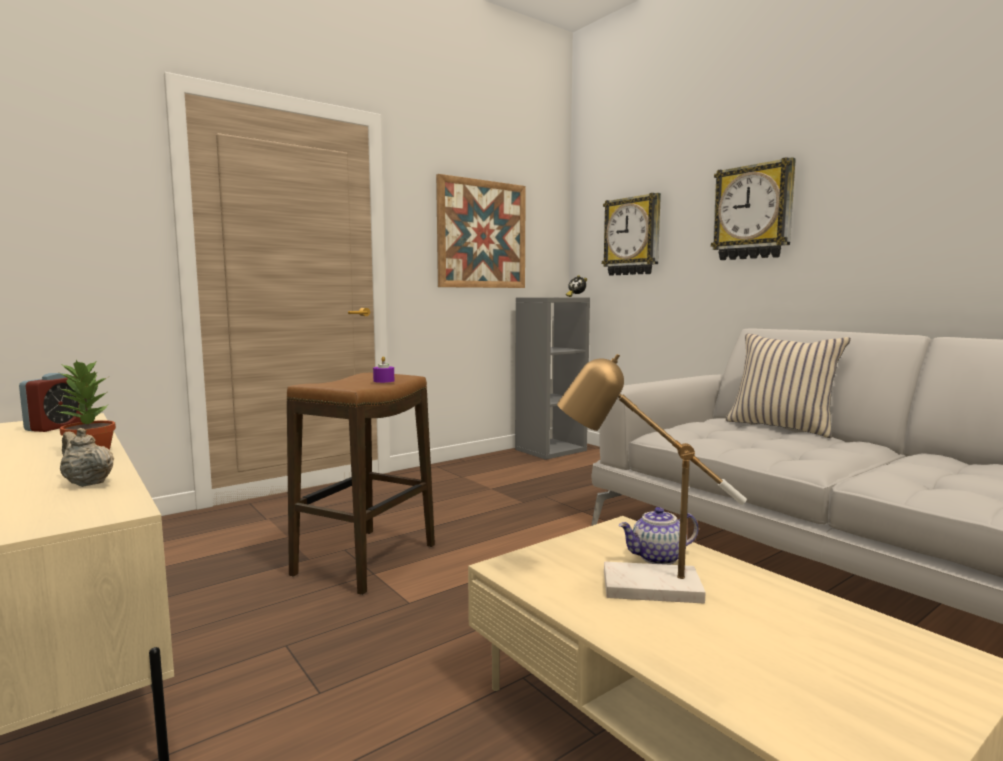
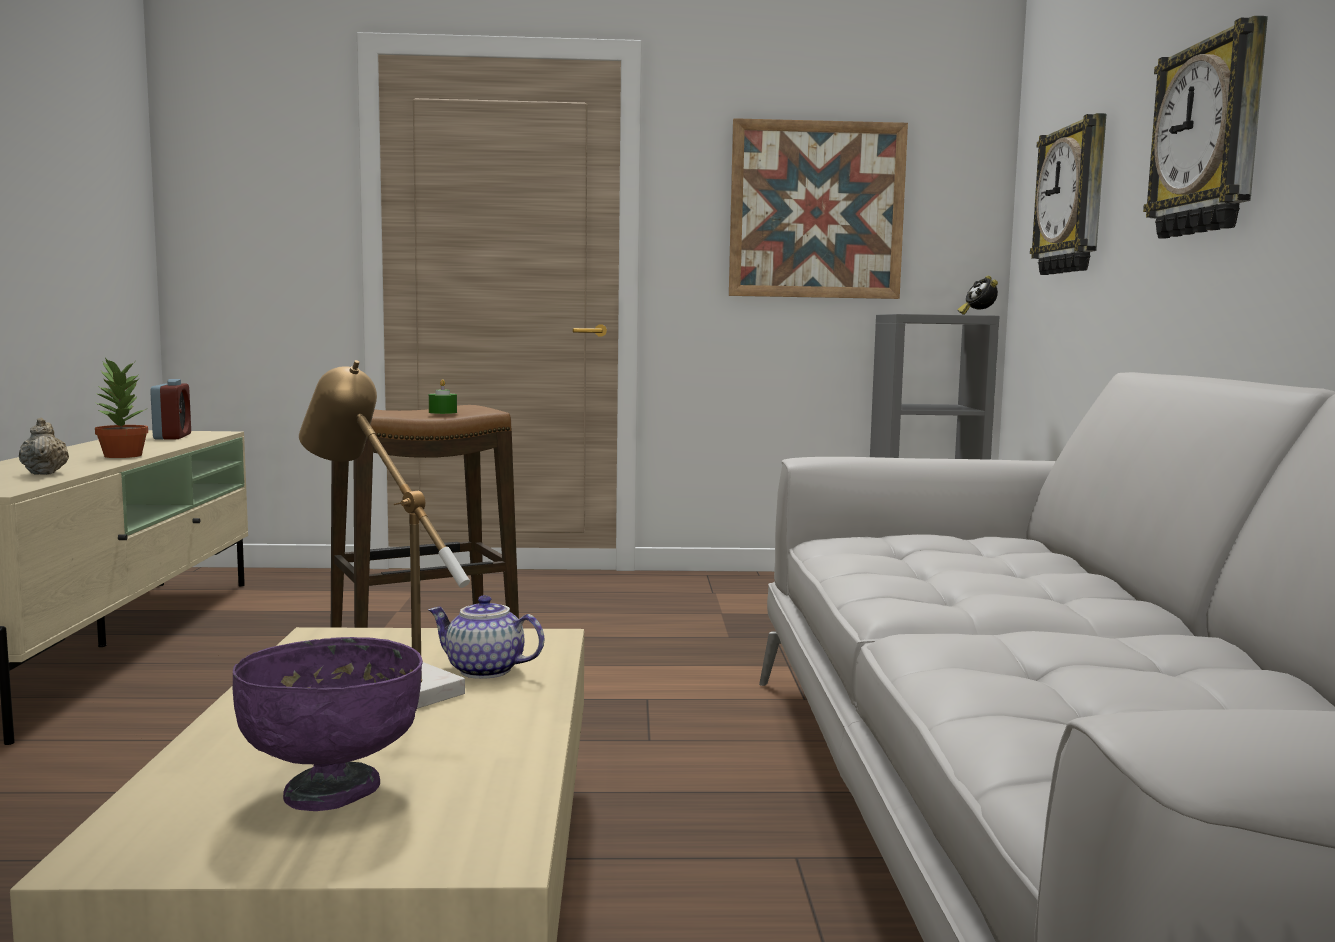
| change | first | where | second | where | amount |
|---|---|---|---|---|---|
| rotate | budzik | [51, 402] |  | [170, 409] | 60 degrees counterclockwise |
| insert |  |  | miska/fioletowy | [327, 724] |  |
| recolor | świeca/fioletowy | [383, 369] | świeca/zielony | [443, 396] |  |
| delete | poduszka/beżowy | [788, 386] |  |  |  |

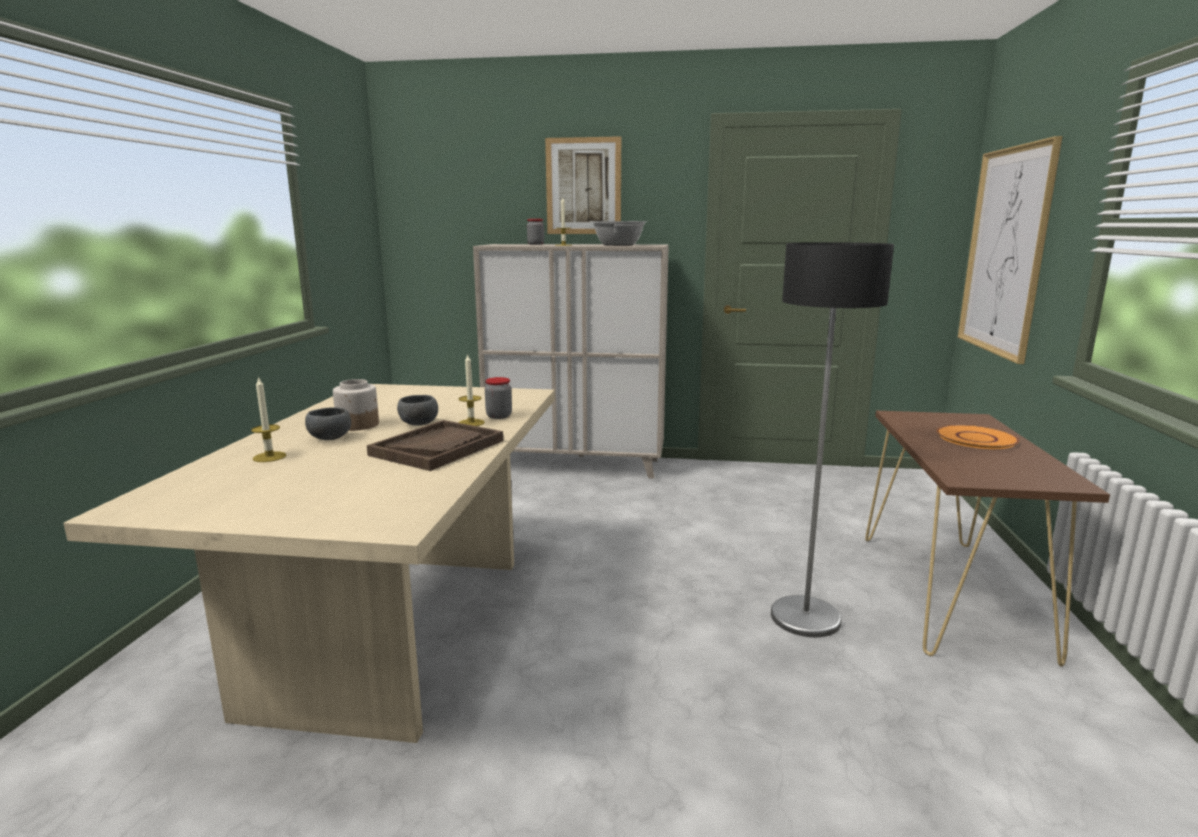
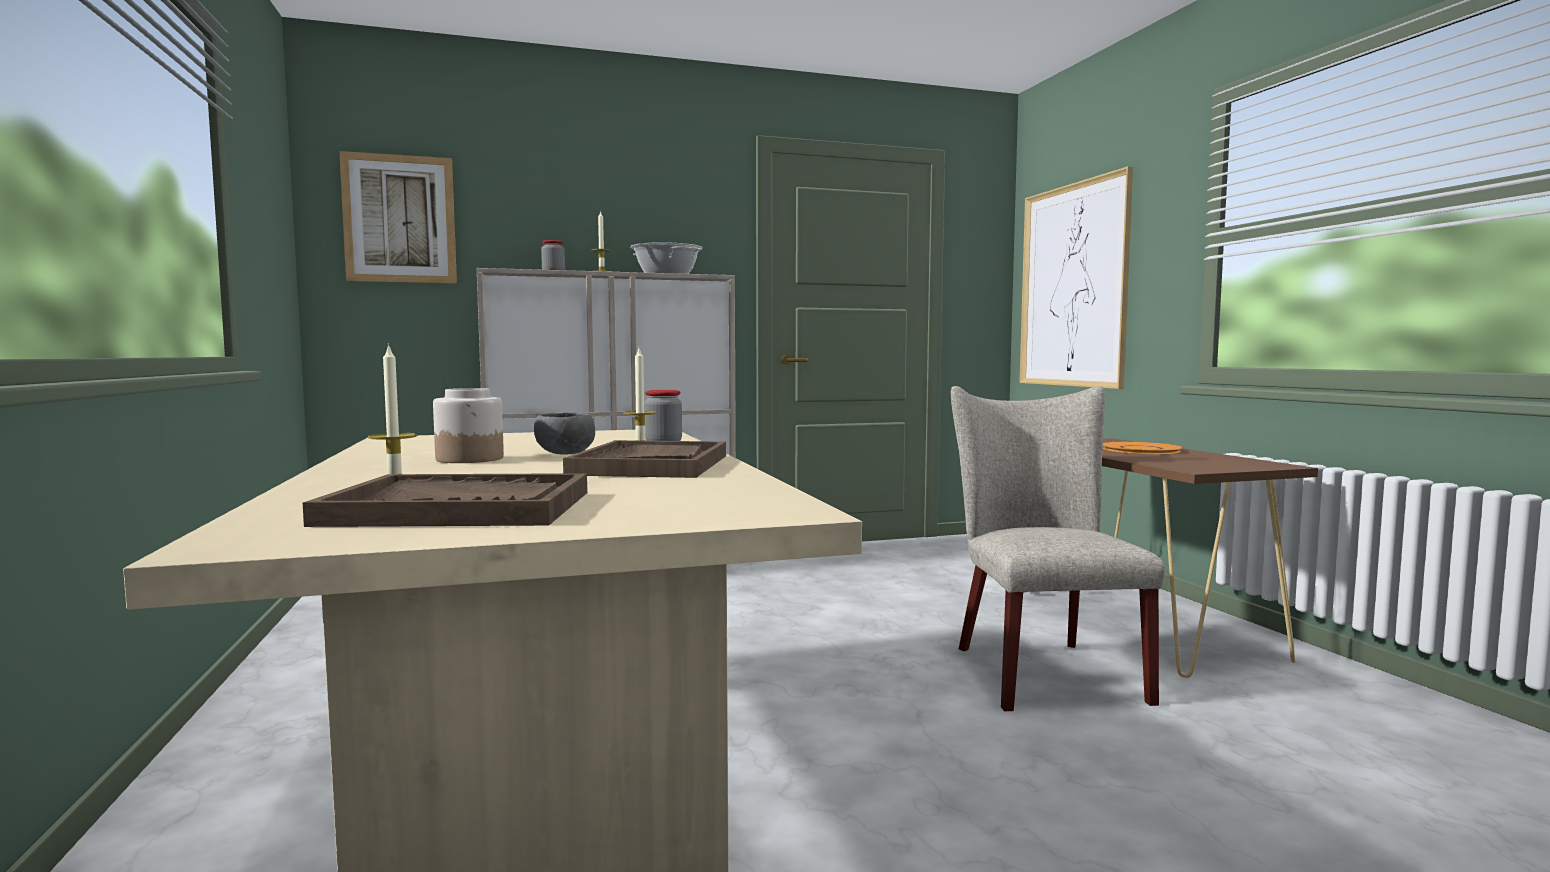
| change | first | where | second | where | amount |
|---|---|---|---|---|---|
| insert |  |  | taca/brązowy | [445, 500] |  |
| move | obraz | [583, 185] |  | [398, 217] |  |
| replace | lampa stojąca | [832, 439] | krzesło/beżowy | [1058, 548] |  |
| delete | miska/szary | [328, 423] |  |  |  |

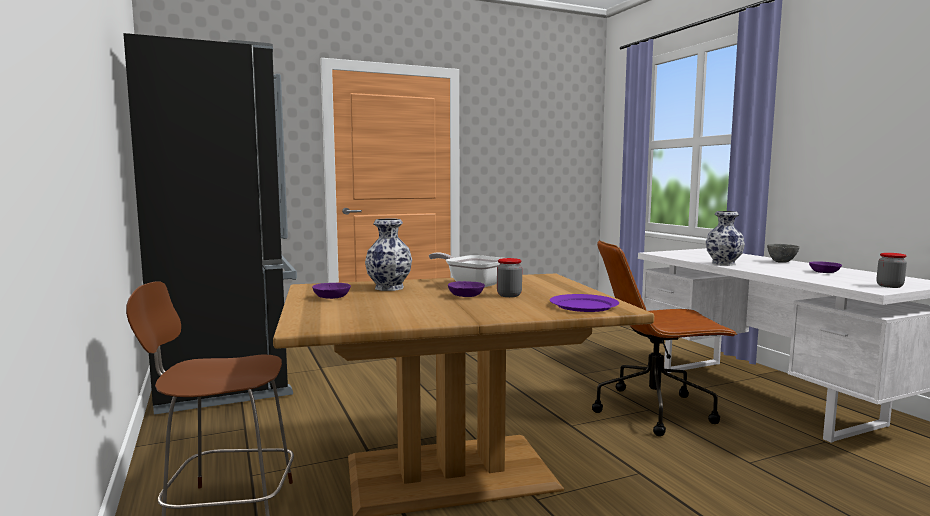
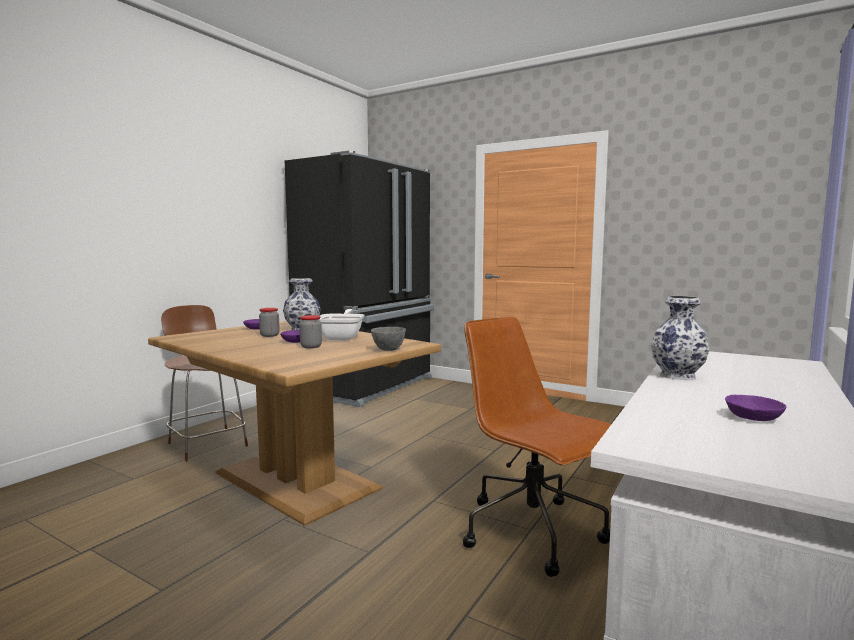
| change | first | where | second | where | amount |
|---|---|---|---|---|---|
| move | słoik | [892, 270] |  | [269, 322] |  |
| move | miska/szary | [783, 253] |  | [388, 339] |  |
| delete | talerz/fioletowy | [584, 303] |  |  |  |

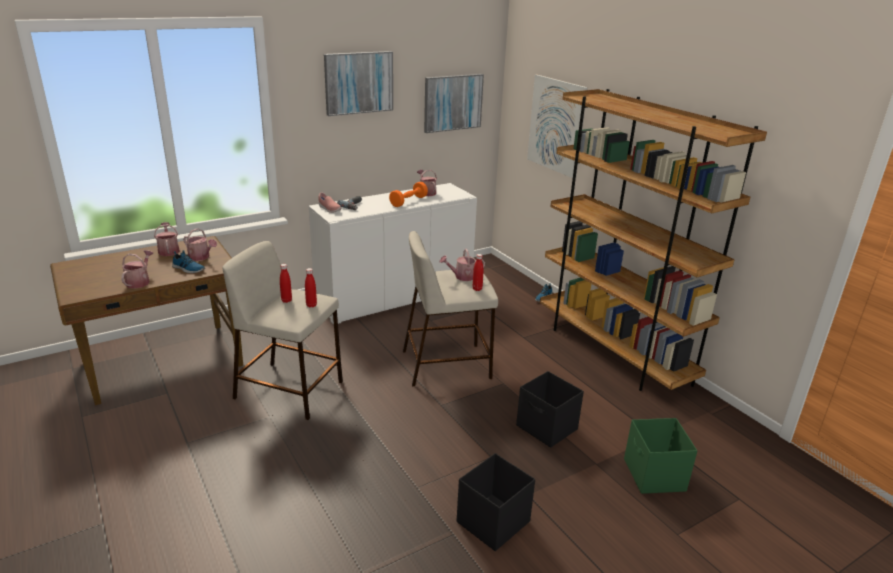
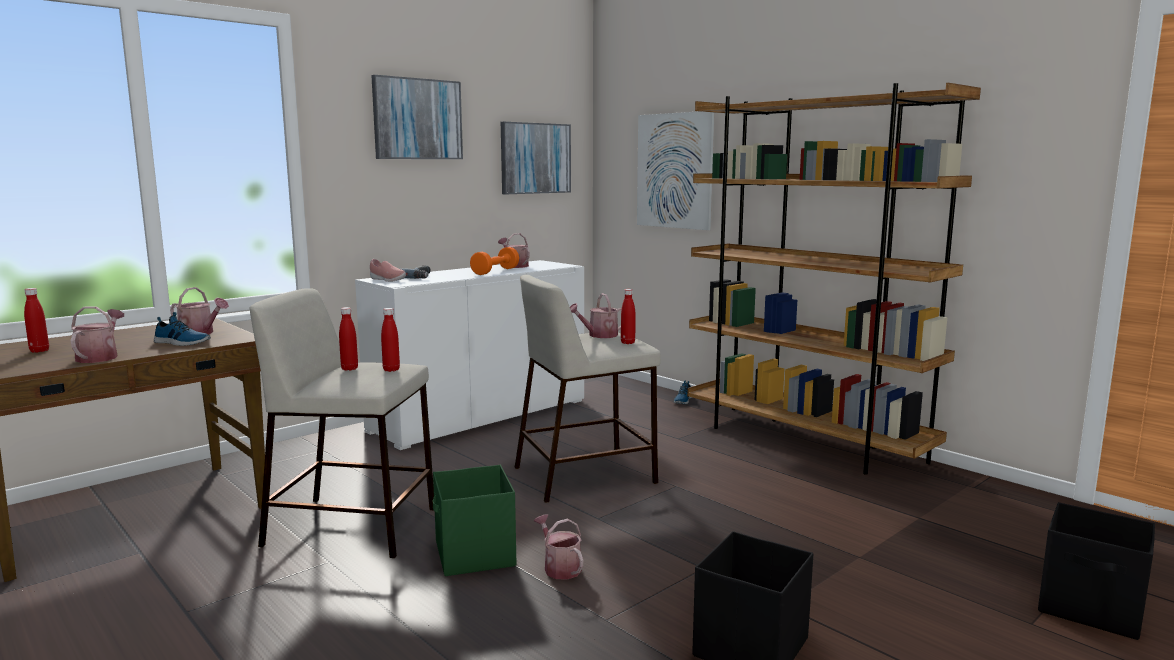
| change | first | where | second | where | amount |
|---|---|---|---|---|---|
| insert |  |  | butelka/czerwony | [36, 320] |  |
| move | pojemnik do przechowywania/zielony | [661, 456] |  | [474, 520] |  |
| move | konewka | [167, 239] |  | [558, 547] |  |
| move | pojemnik do przechowywania/czarny | [550, 409] |  | [1096, 571] |  |

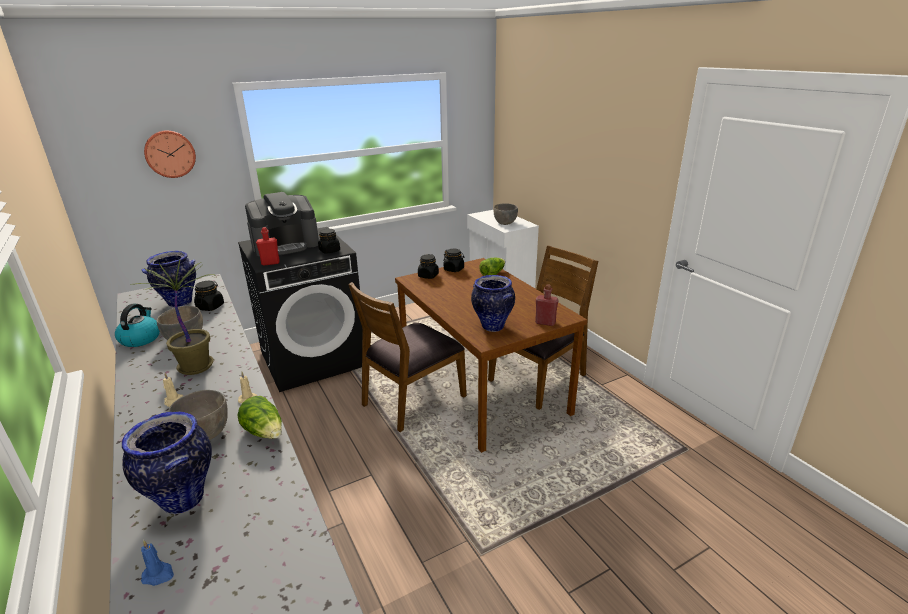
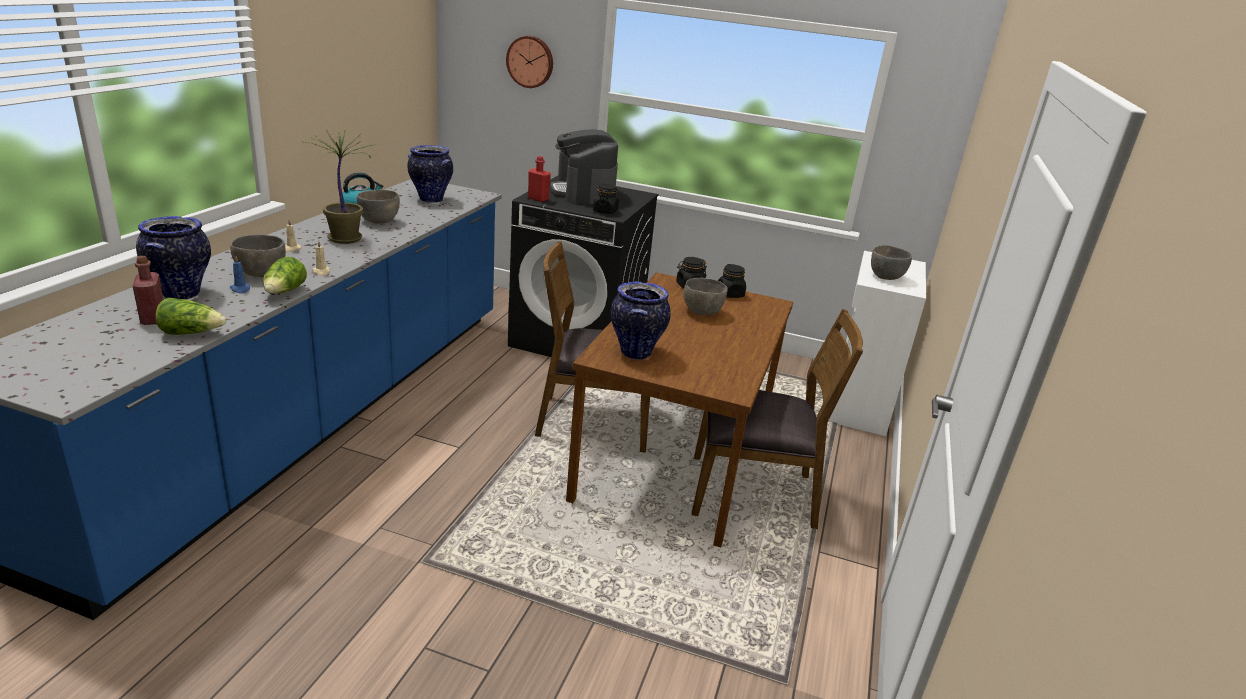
| change | first | where | second | where | amount |
|---|---|---|---|---|---|
| move | butelka/czerwony | [547, 305] |  | [148, 290] |  |
| move | sałata | [492, 267] |  | [191, 316] |  |
| move | świeca/niebieski | [157, 563] |  | [240, 274] |  |
| rotate | ekspres do kawy | [282, 224] |  | [584, 166] | 60 degrees clockwise |
| insert |  |  | miska/szary | [705, 297] |  |
| delete | słoik/czarny | [209, 296] |  |  |  |

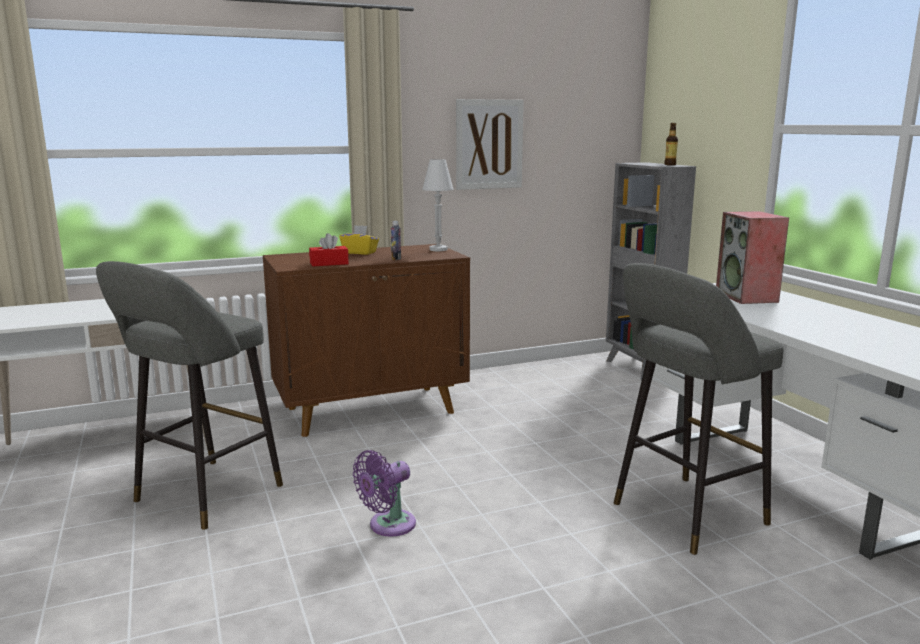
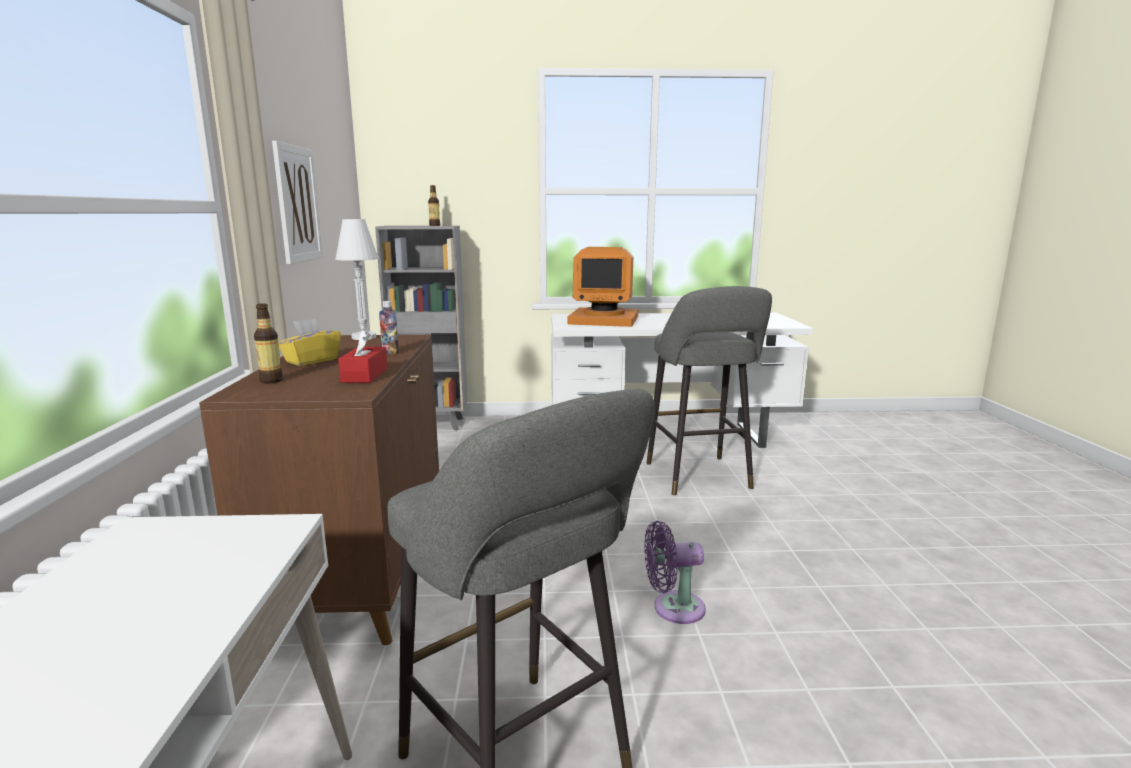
| change | first | where | second | where | amount |
|---|---|---|---|---|---|
| insert |  |  | butelka | [268, 343] |  |
| replace | głośnik | [752, 257] | monitor | [603, 287] |  |
| rotate | wentylator/fioletowy | [384, 493] |  | [675, 572] | 105 degrees clockwise |

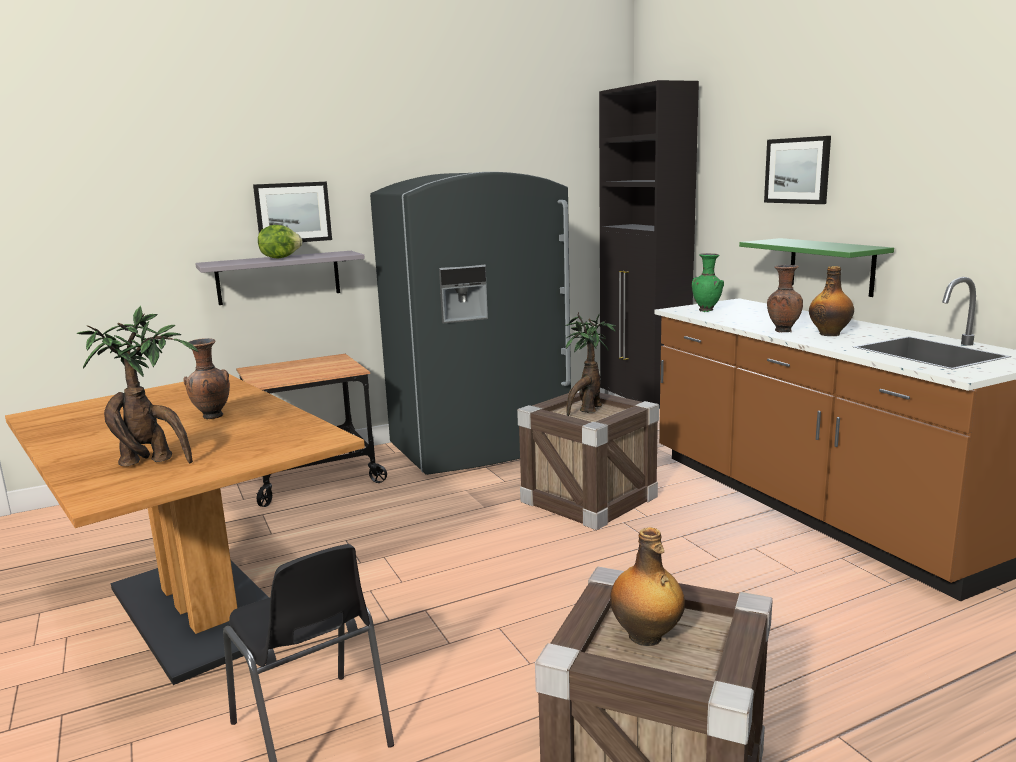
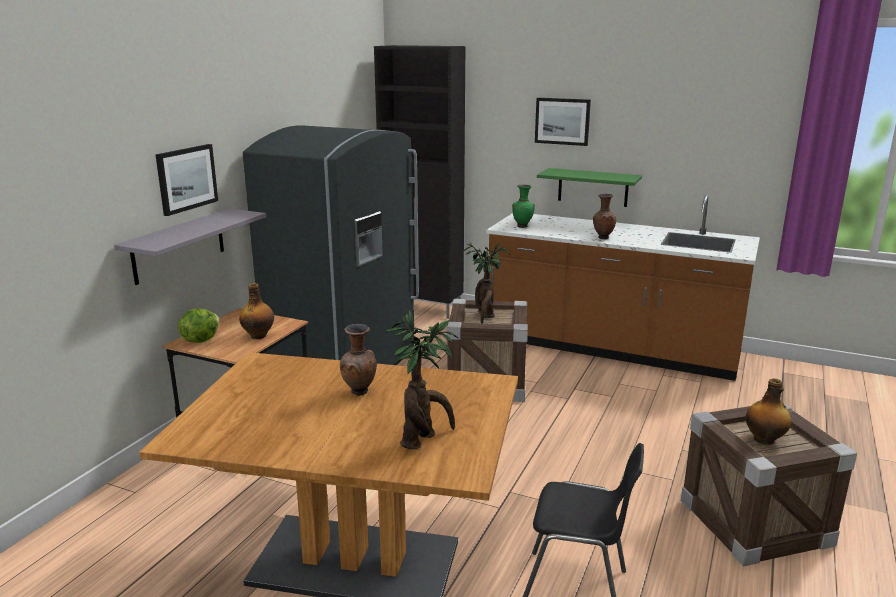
| change | first | where | second | where | amount |
|---|---|---|---|---|---|
| move | sałata | [280, 241] |  | [199, 326] |  |
| move | butelka | [831, 301] |  | [256, 311] |  |

